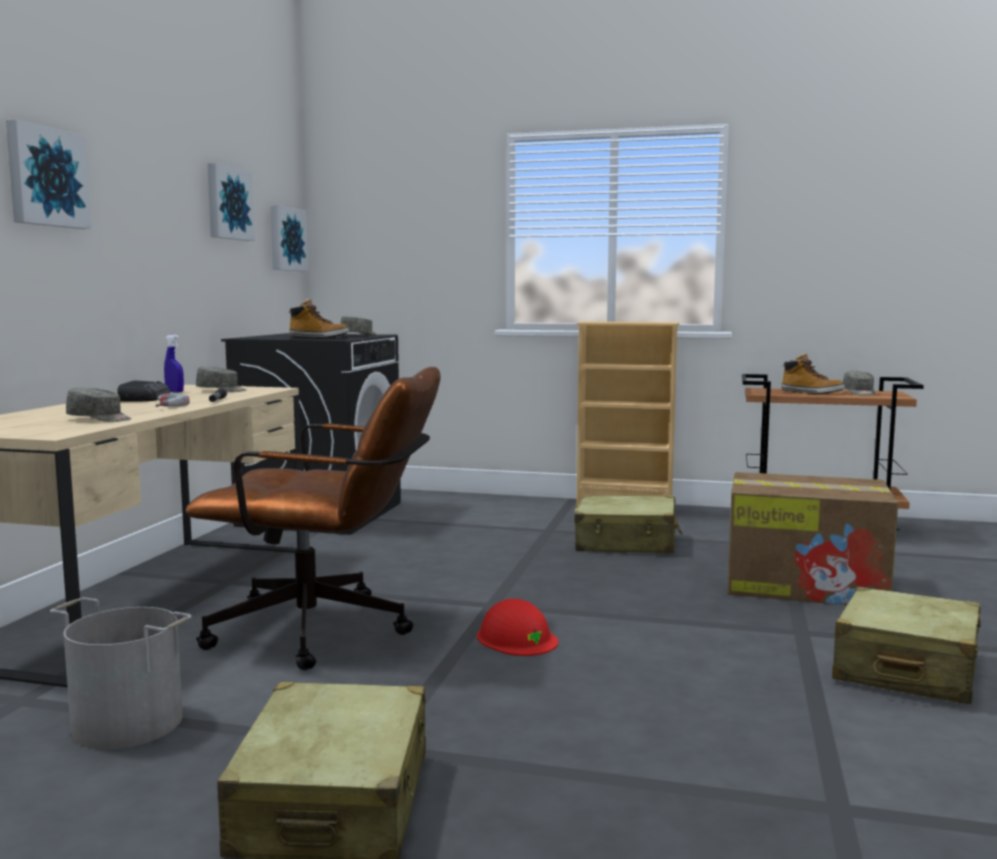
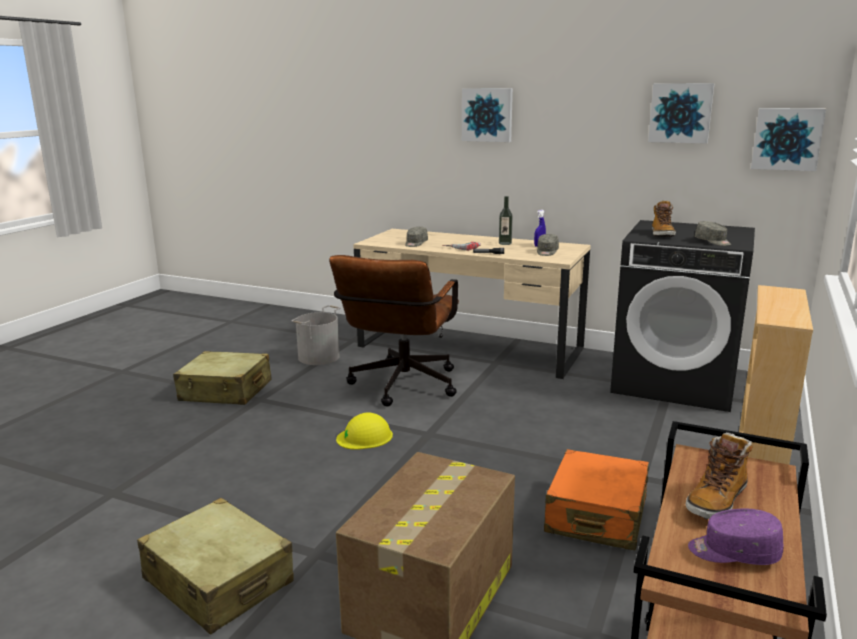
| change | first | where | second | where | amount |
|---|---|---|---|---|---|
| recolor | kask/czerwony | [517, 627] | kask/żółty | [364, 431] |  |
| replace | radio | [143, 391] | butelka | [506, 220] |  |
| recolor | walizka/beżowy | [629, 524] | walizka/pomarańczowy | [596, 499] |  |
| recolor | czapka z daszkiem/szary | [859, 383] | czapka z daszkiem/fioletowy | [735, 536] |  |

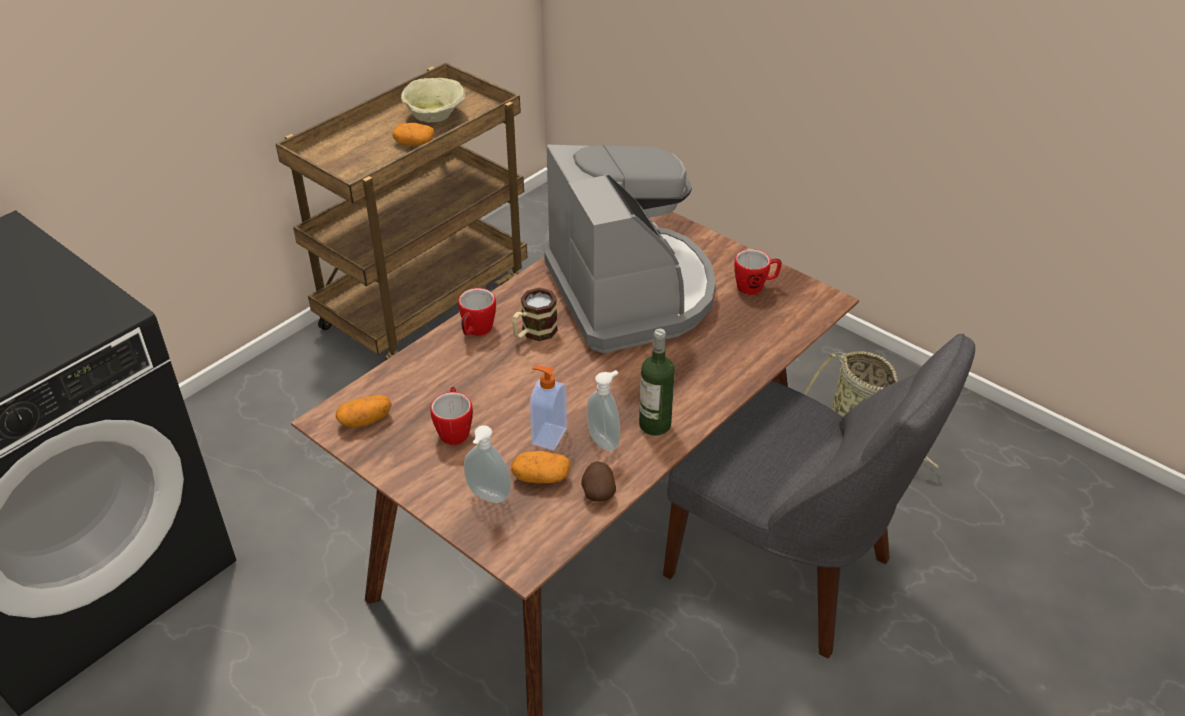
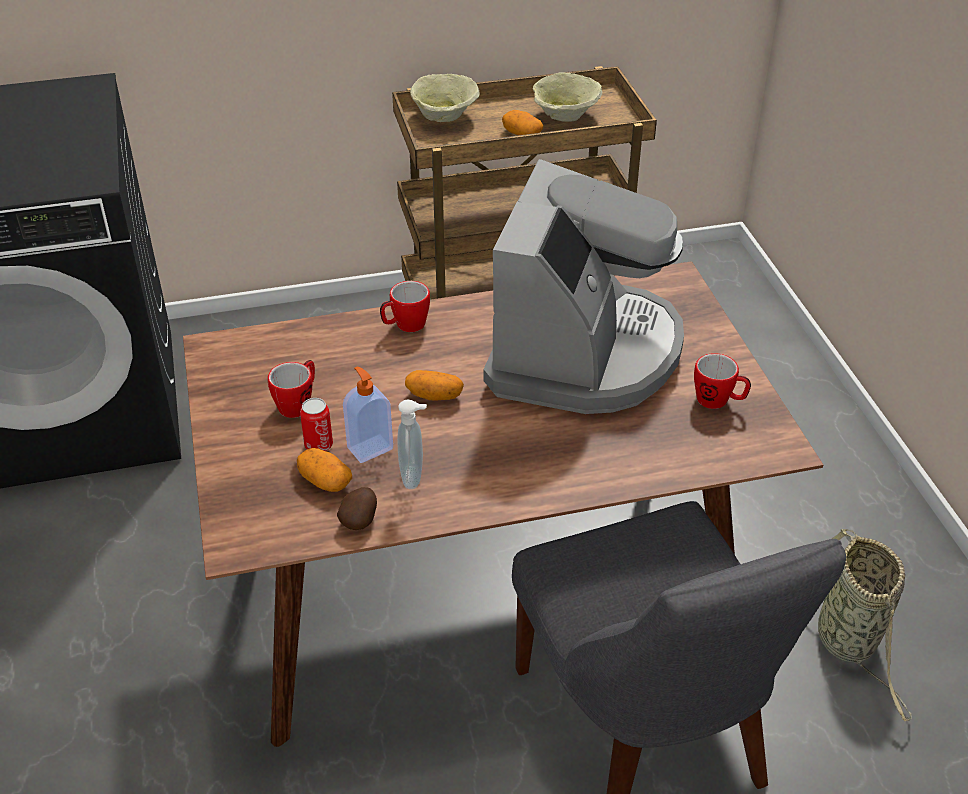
| change | first | where | second | where | amount |
|---|---|---|---|---|---|
| insert |  |  | puszka | [316, 424] |  |
| move | ziemniak | [364, 411] |  | [434, 385] |  |
| insert |  |  | miska/beżowy | [445, 98] |  |
| delete | dozownik mydła | [487, 464] |  |  |  |
| delete | kubek | [535, 314] |  |  |  |
| delete | butelka | [657, 382] |  |  |  |

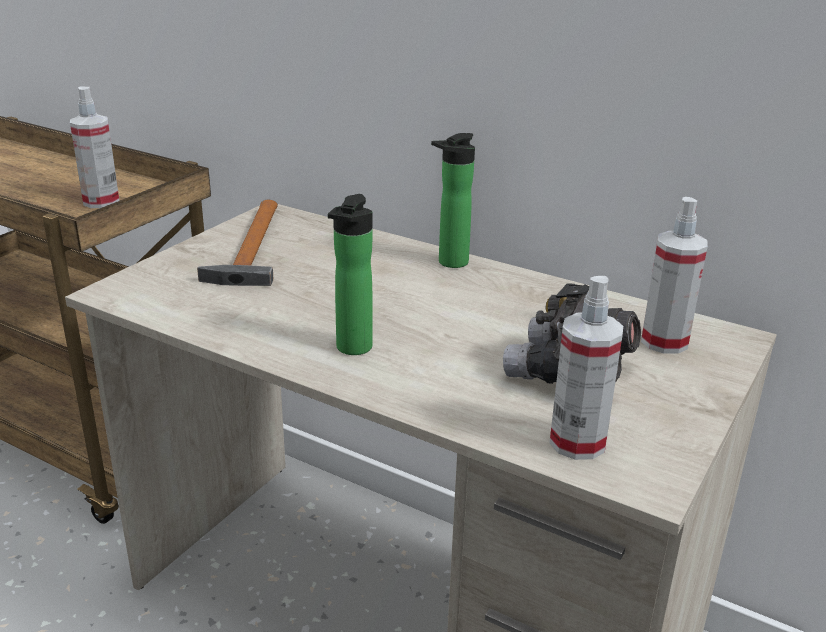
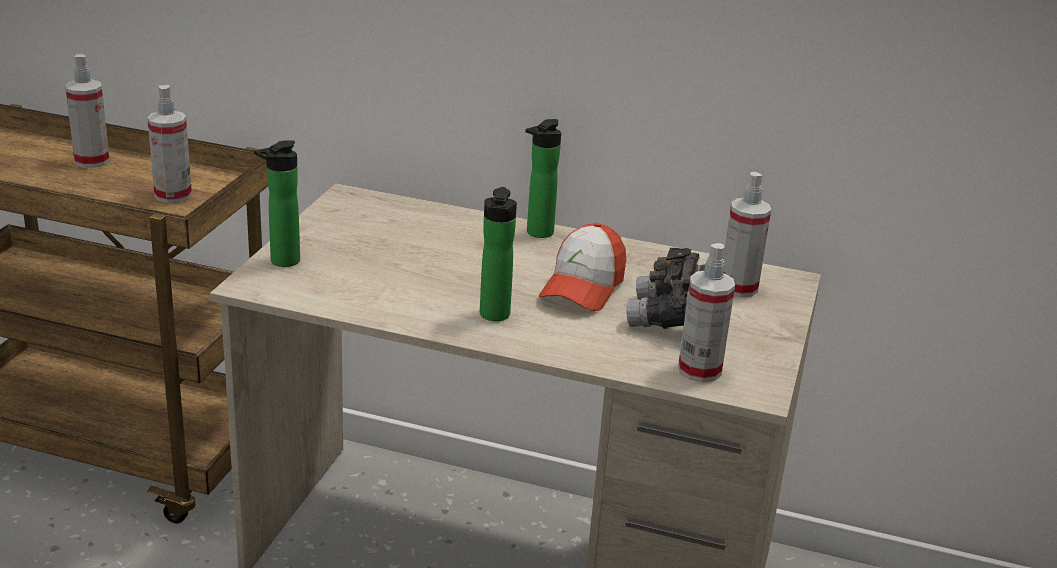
| change | first | where | second | where | amount |
|---|---|---|---|---|---|
| insert |  |  | spryskiwacz | [87, 111] |  |
| insert |  |  | butelka | [277, 203] |  |
| insert |  |  | czapka z daszkiem | [582, 267] |  |
| delete | młotek | [237, 243] |  |  |  |

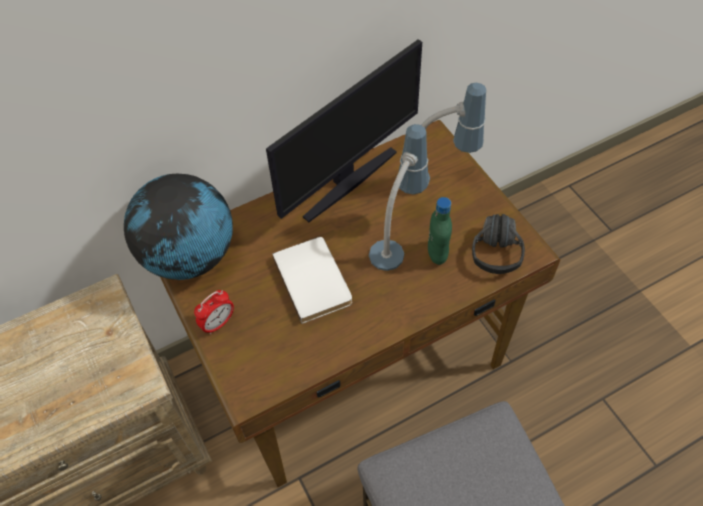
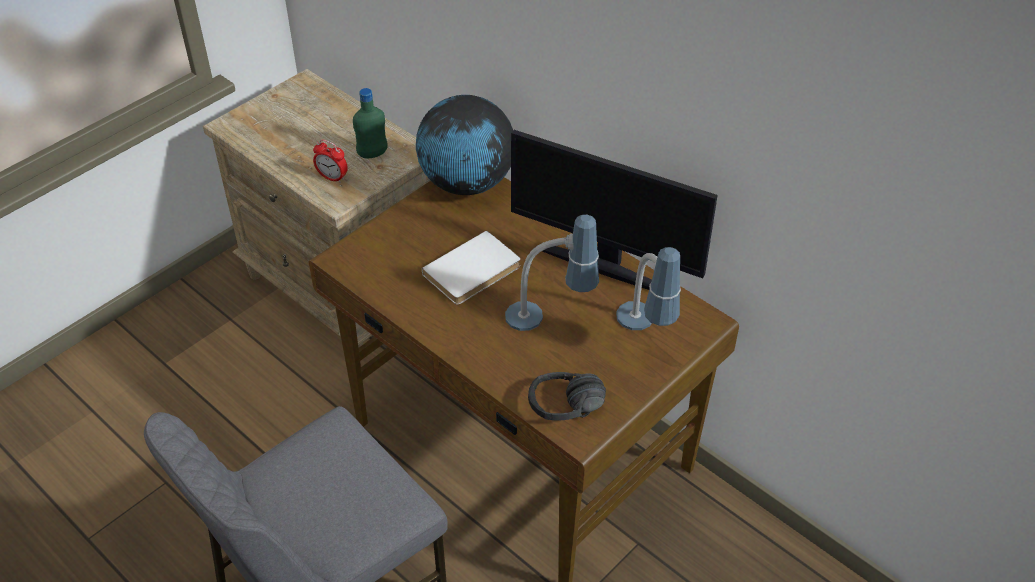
| change | first | where | second | where | amount |
|---|---|---|---|---|---|
| move | budzik | [214, 312] |  | [330, 161] |  |
| move | butelka/zielony | [440, 231] |  | [370, 123] |  |

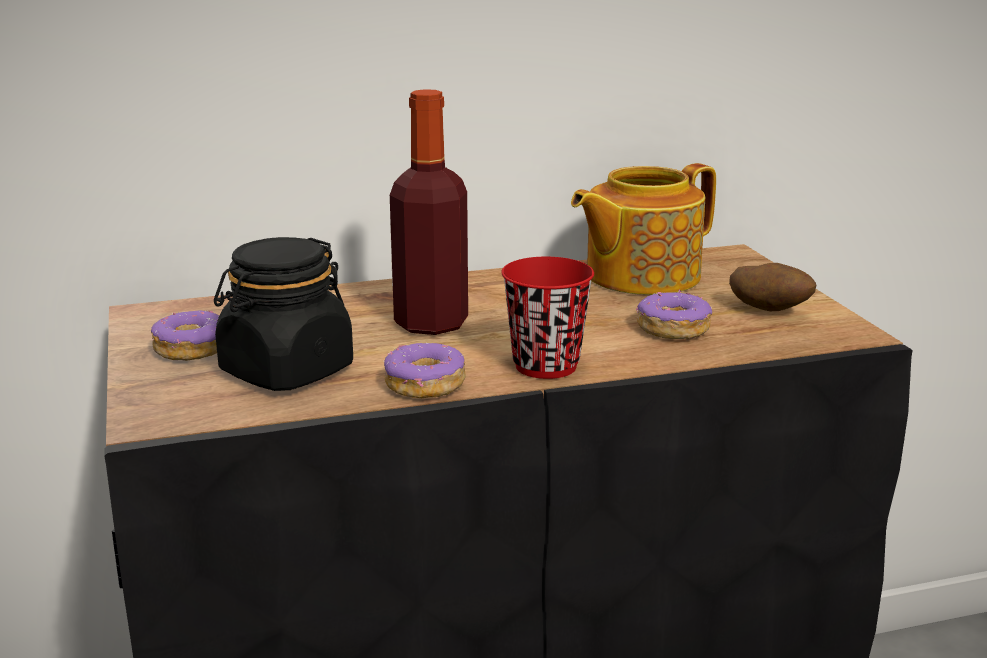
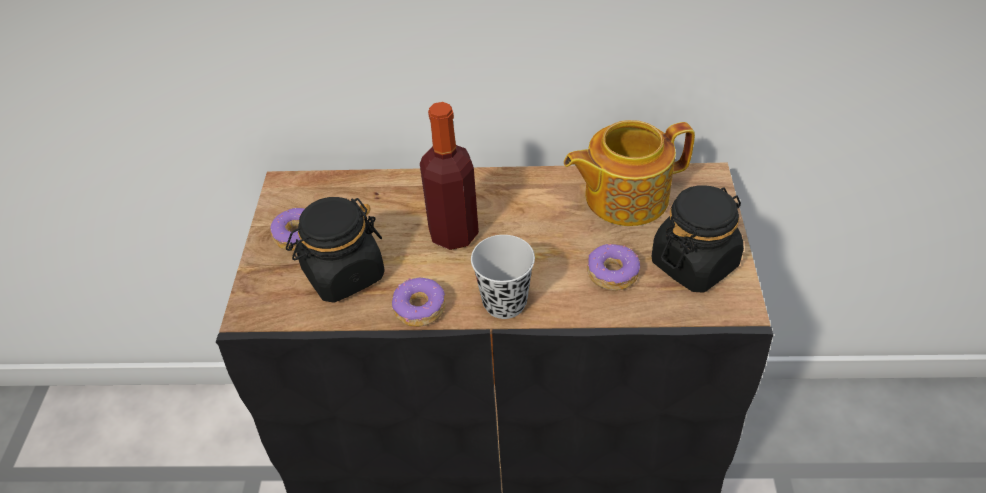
| change | first | where | second | where | amount |
|---|---|---|---|---|---|
| recolor | filiżanka/czerwony | [547, 318] | filiżanka/czarny | [503, 277] |  |
| replace | ziemniak | [772, 287] | słoik/czarny | [698, 239] |  |

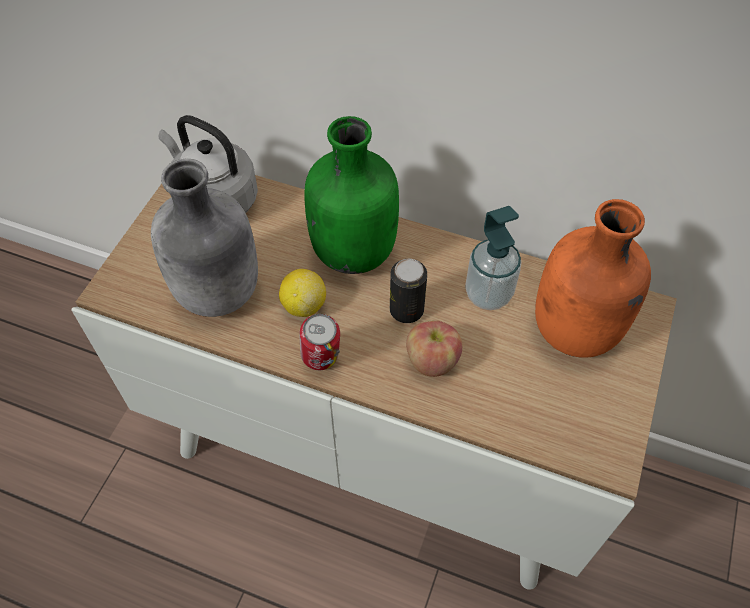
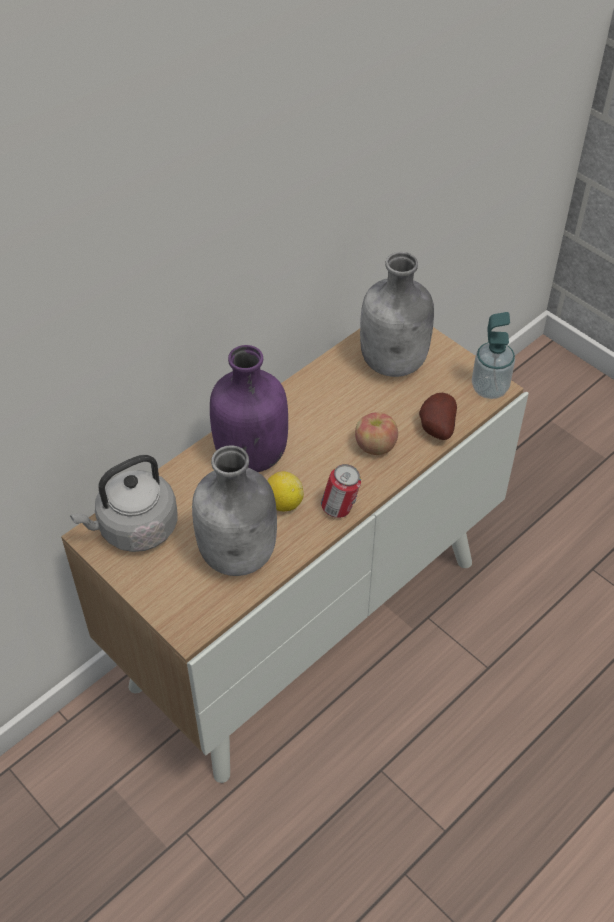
| change | first | where | second | where | amount |
|---|---|---|---|---|---|
| recolor | butelka/zielony | [351, 195] | butelka/fioletowy | [249, 408] |  |
| recolor | butelka/pomarańczowy | [593, 278] | butelka/szary | [397, 314] |  |
| insert |  |  | ziemniak | [438, 416] |  |
| move | dozownik mydła | [493, 258] |  | [493, 355] |  |
| delete | puszka | [408, 291] |  |  |  |

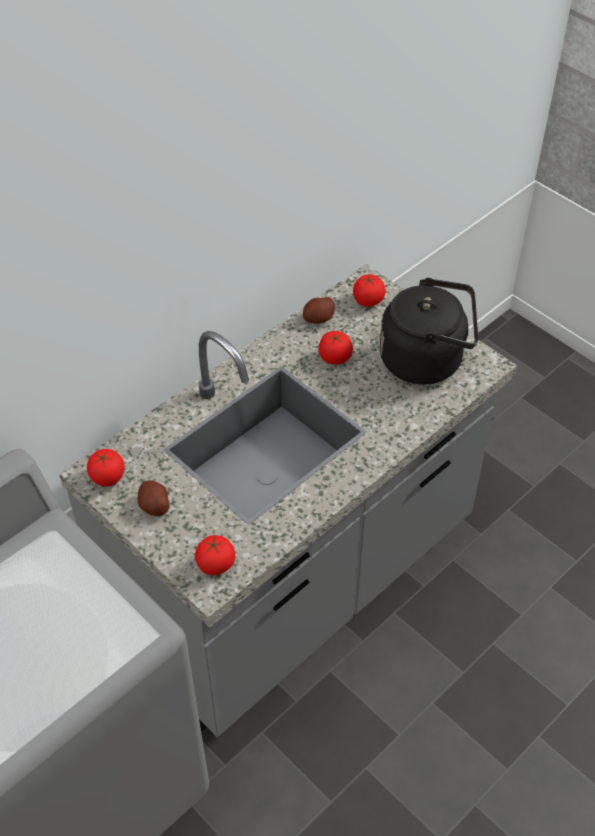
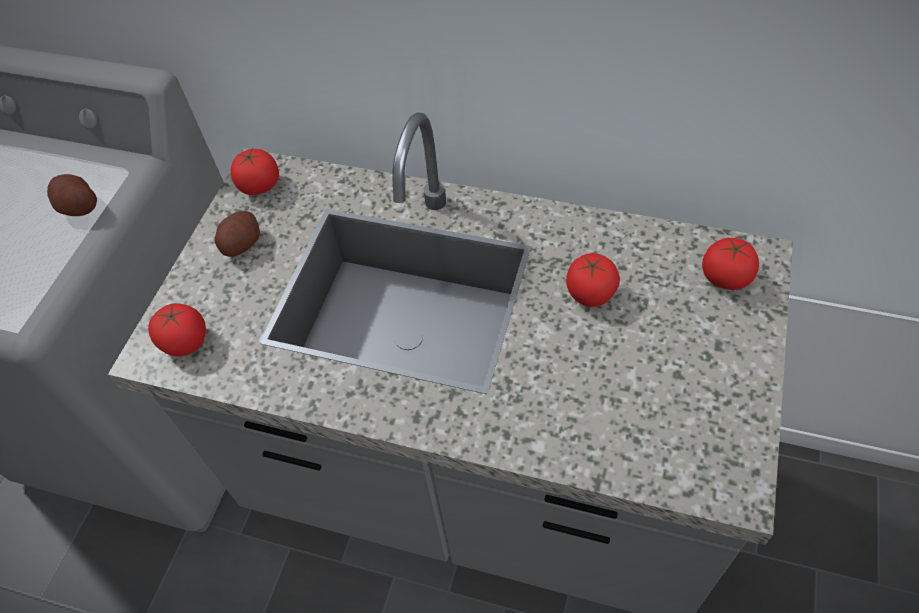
| change | first | where | second | where | amount |
|---|---|---|---|---|---|
| move | ziemniak | [319, 310] |  | [72, 195] |  |
| delete | czajnik/czarny | [428, 331] |  |  |  |

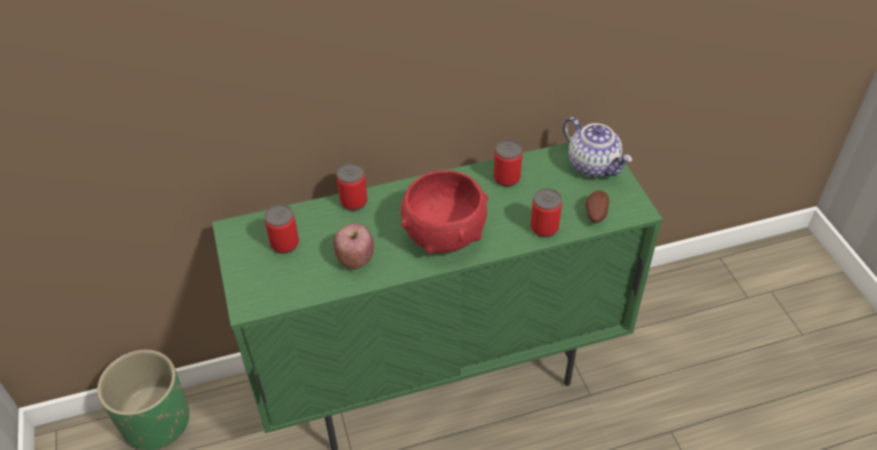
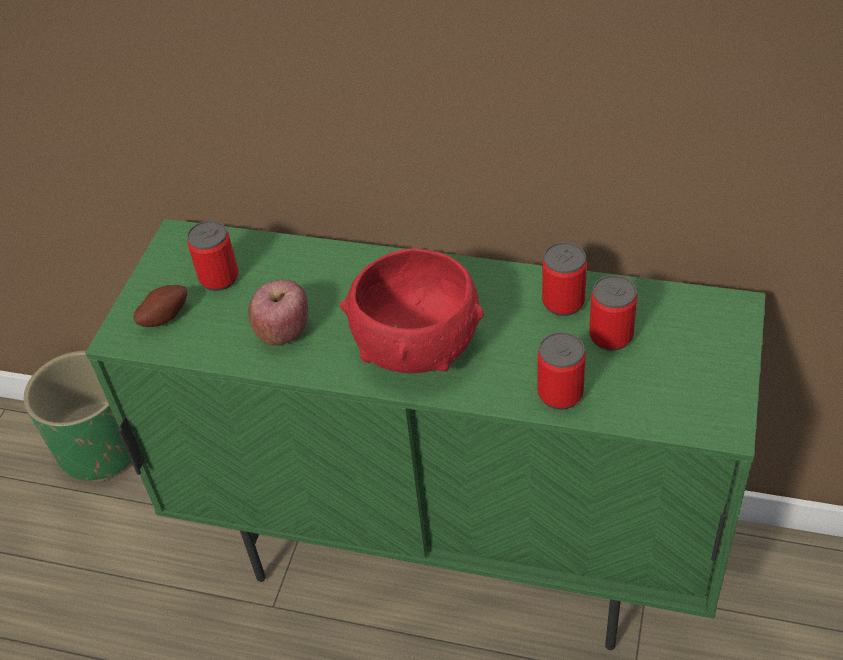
| change | first | where | second | where | amount |
|---|---|---|---|---|---|
| move | ziemniak | [597, 206] |  | [160, 306] |  |
| move | puszka | [352, 187] |  | [613, 313] |  |
| delete | imbryk | [597, 147] |  |  |  |

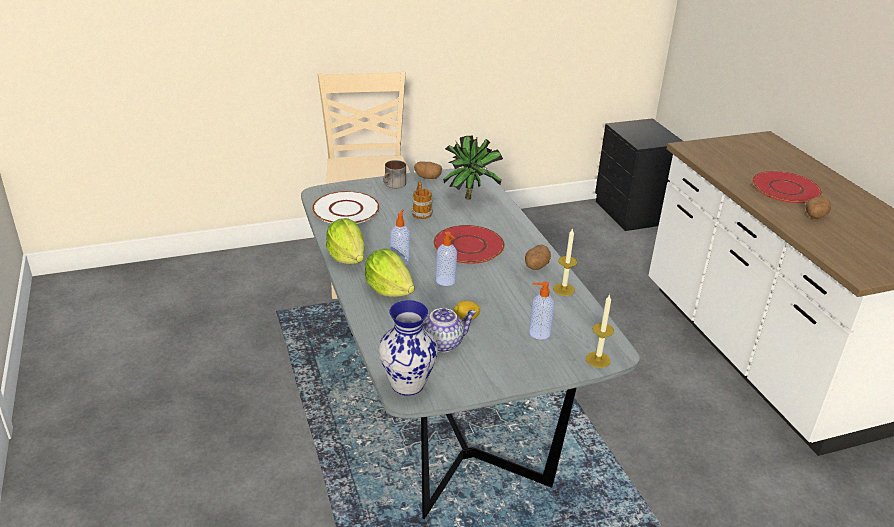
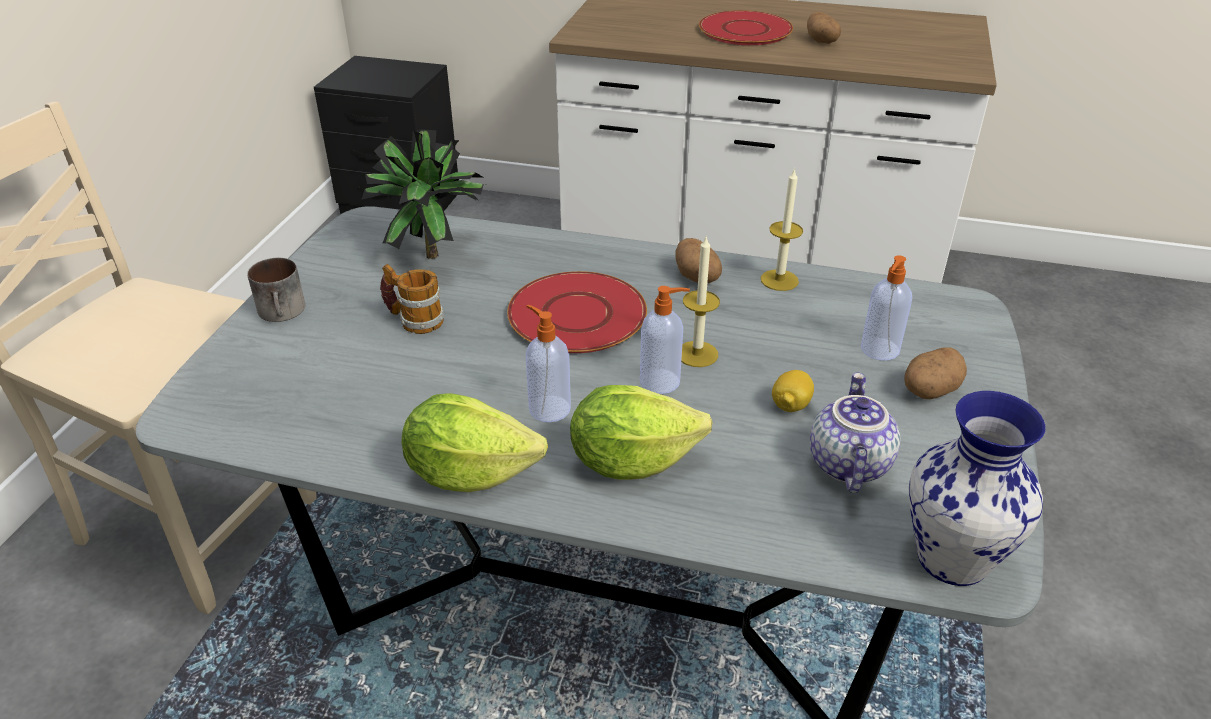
| change | first | where | second | where | amount |
|---|---|---|---|---|---|
| move | świeca | [600, 331] |  | [700, 302] |  |
| move | ziemniak | [428, 170] |  | [935, 373] |  |
| delete | talerz/biały | [346, 207] |  |  |  |

